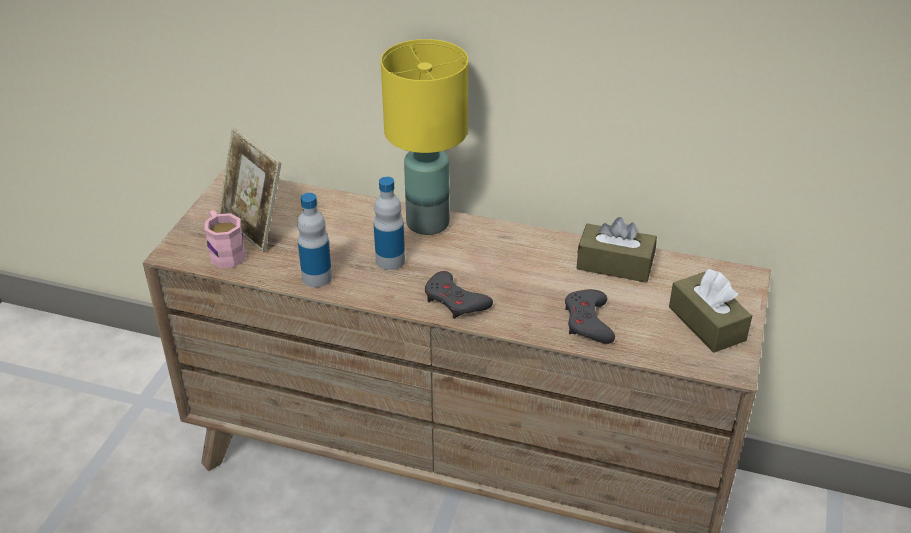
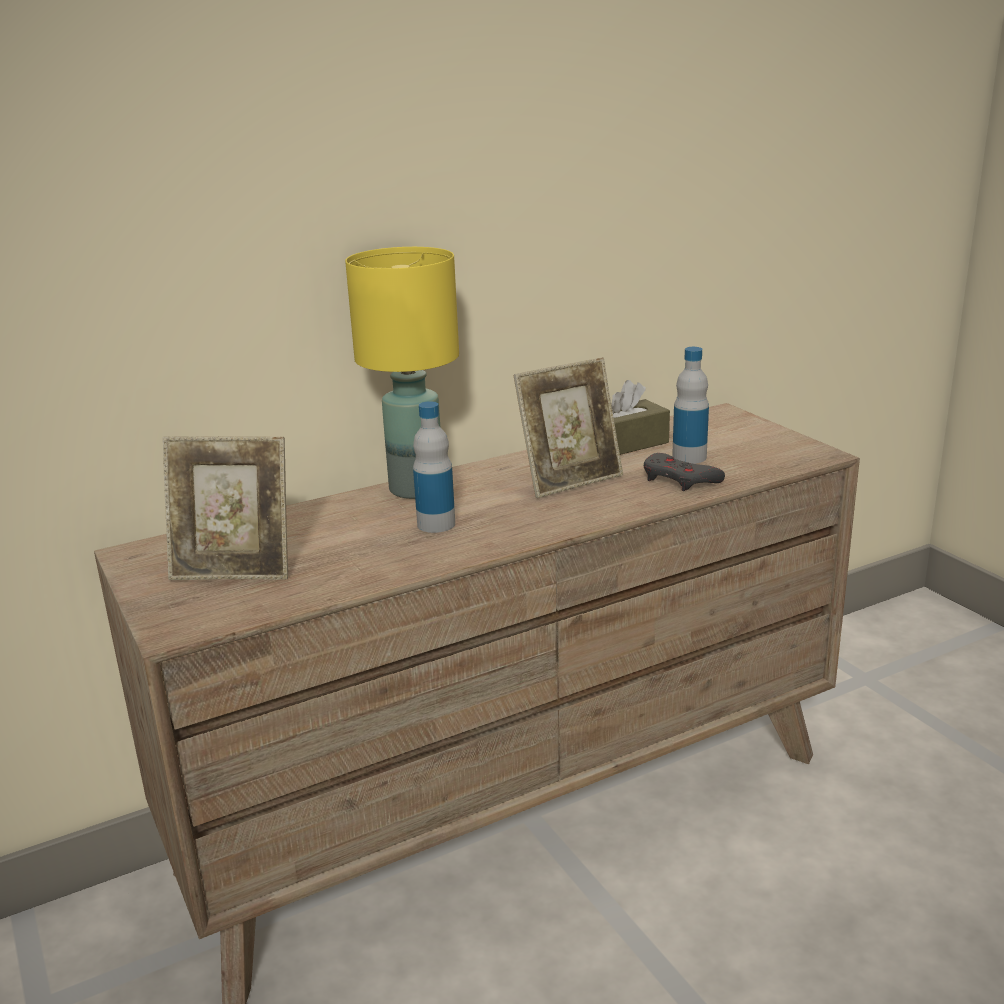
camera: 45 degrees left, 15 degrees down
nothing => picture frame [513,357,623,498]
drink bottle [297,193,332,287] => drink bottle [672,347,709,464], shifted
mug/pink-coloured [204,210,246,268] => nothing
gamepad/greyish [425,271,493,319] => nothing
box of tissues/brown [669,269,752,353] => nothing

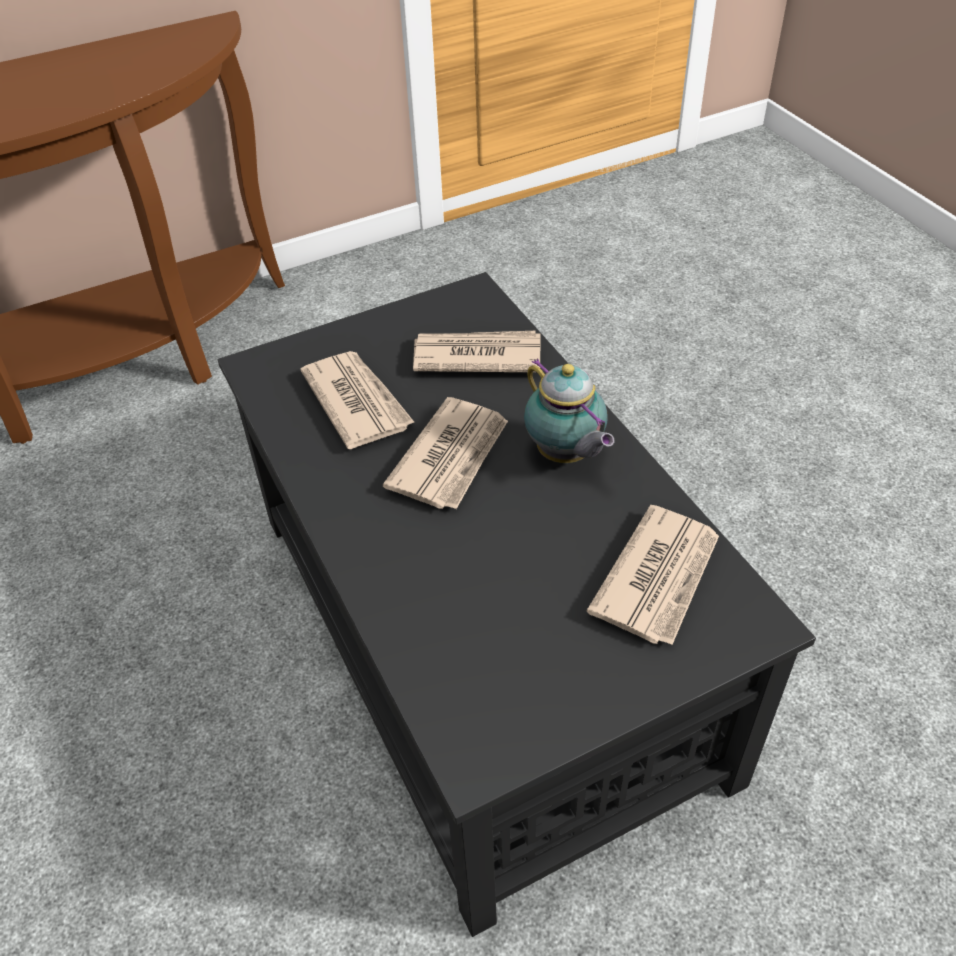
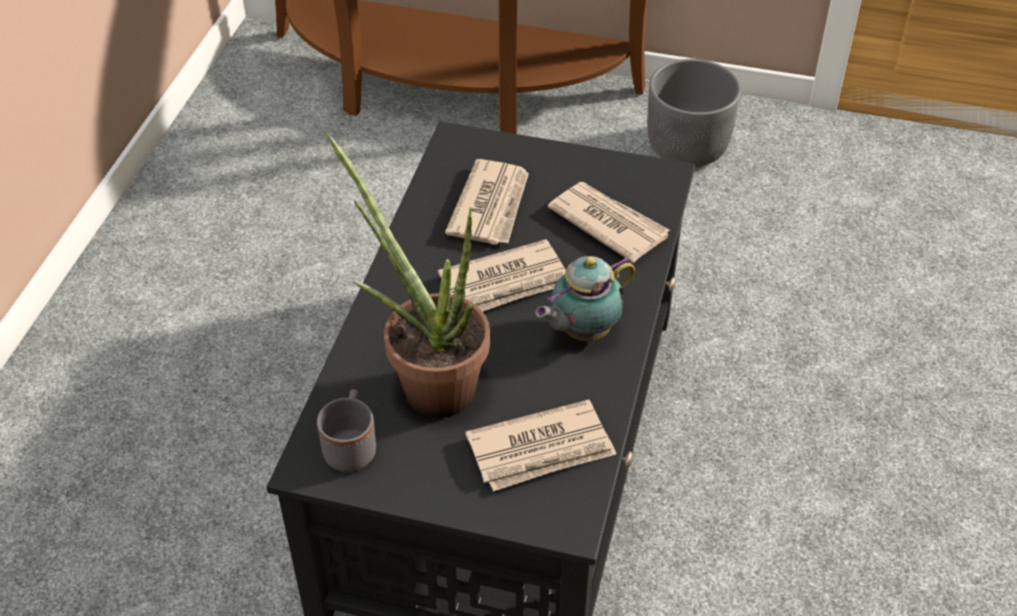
camera: 40 degrees right, 0 degrees up
nothing => mug/greyish [317,389,376,472]
nothing => plant in a pot [325,133,490,418]
pot for tea [524,358,614,463] => pot for tea [535,256,635,341], 45 degrees clockwise
nothing => planter/greyish [647,59,741,167]

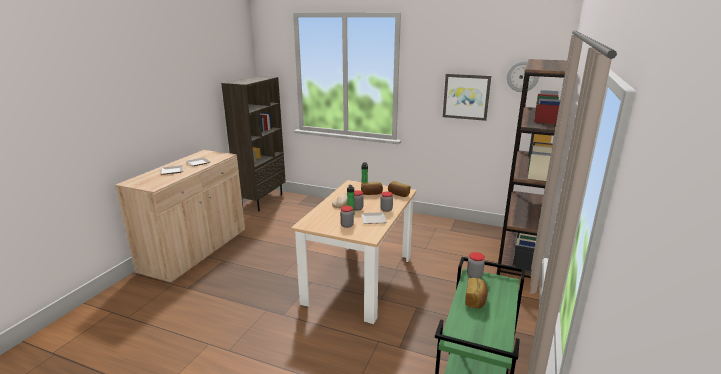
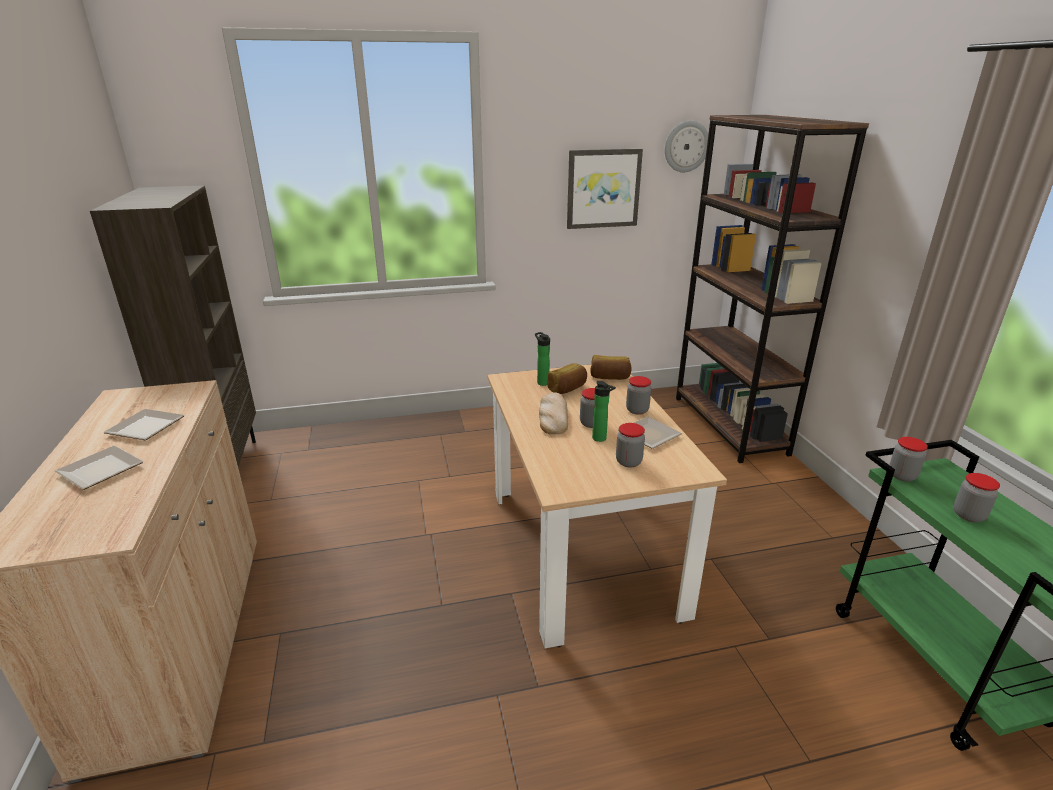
camera: 35 degrees left, 5 degrees up
baked bread [465,278,488,308] => storage jar [954,473,1000,522]

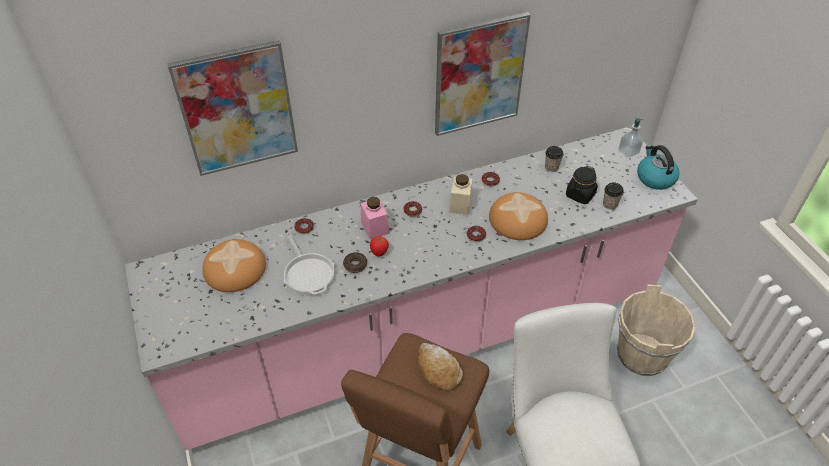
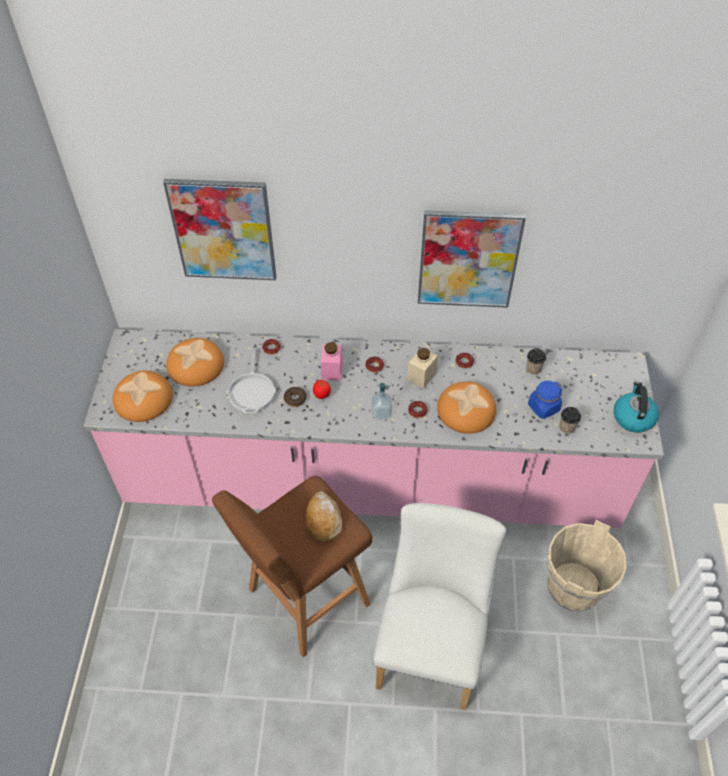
camera: 25 degrees right, 5 degrees up
nothing => baked bread [113,371,173,422]
soap dispenser [619,118,643,157] => soap dispenser [372,383,392,419], shifted
storage jar/black [566,166,598,204] => storage jar/blue-coloured [528,381,562,419]

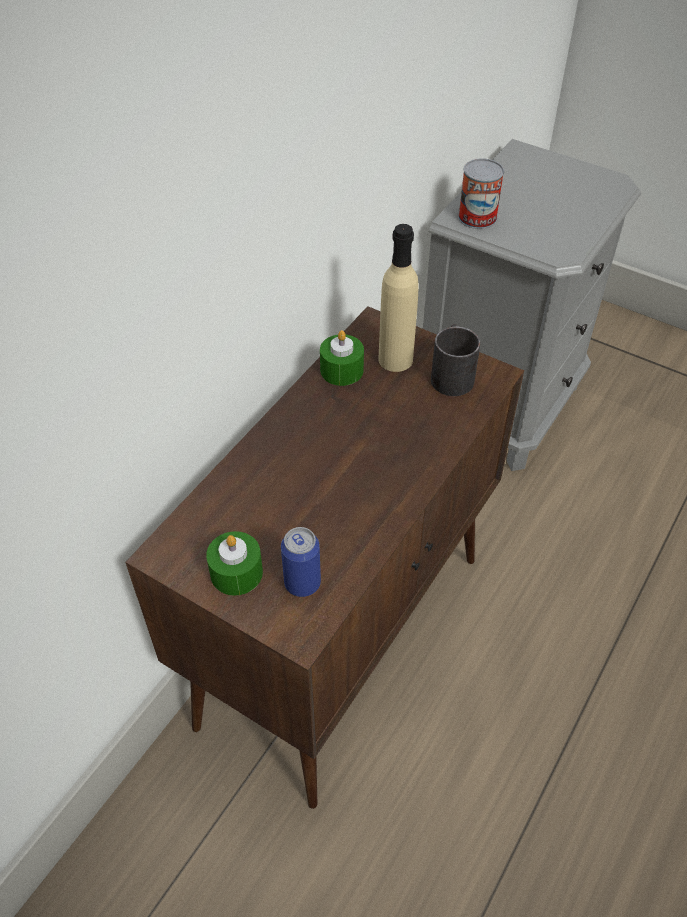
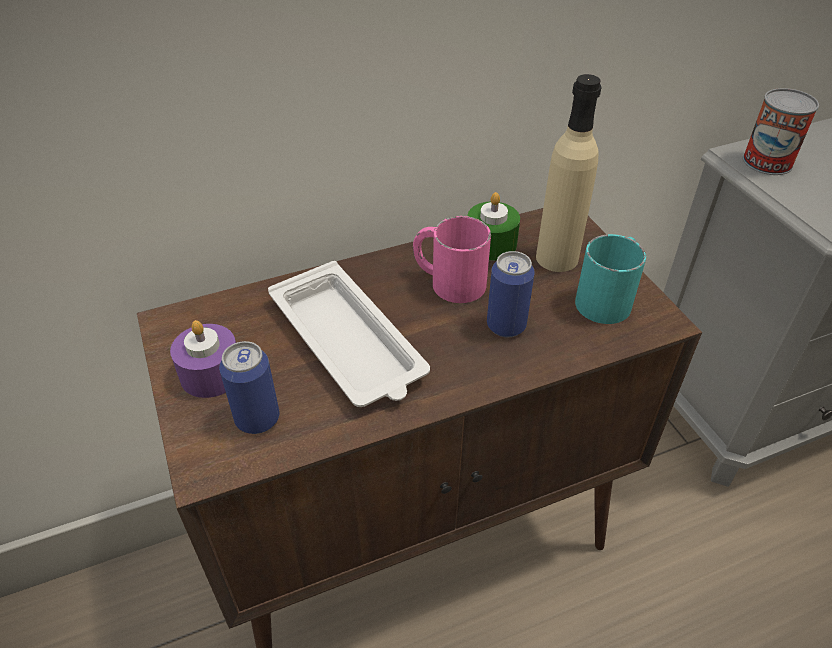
camera: 35 degrees right, 5 degrees down
wax light/green [206,531,263,596] => wax light/purple [170,320,236,398]
nothing => carrying tray/white [268,261,430,407]
nothing => mug/pink-coloured [413,216,491,303]
nothing => metal can [487,251,535,337]
mug/black [431,324,480,396] => mug/blue-green [575,234,646,324]

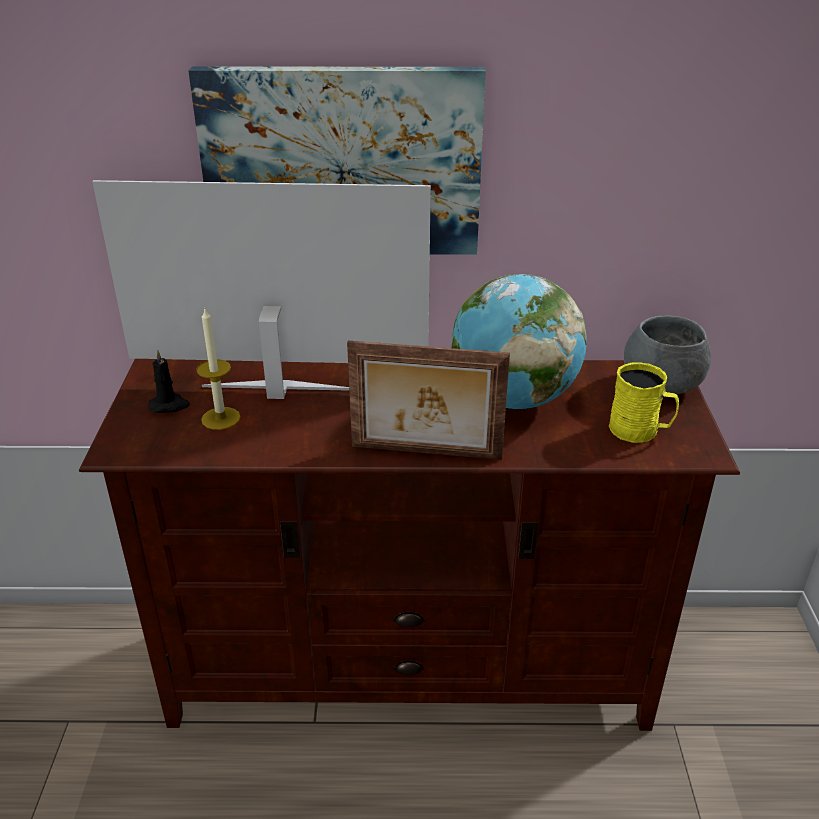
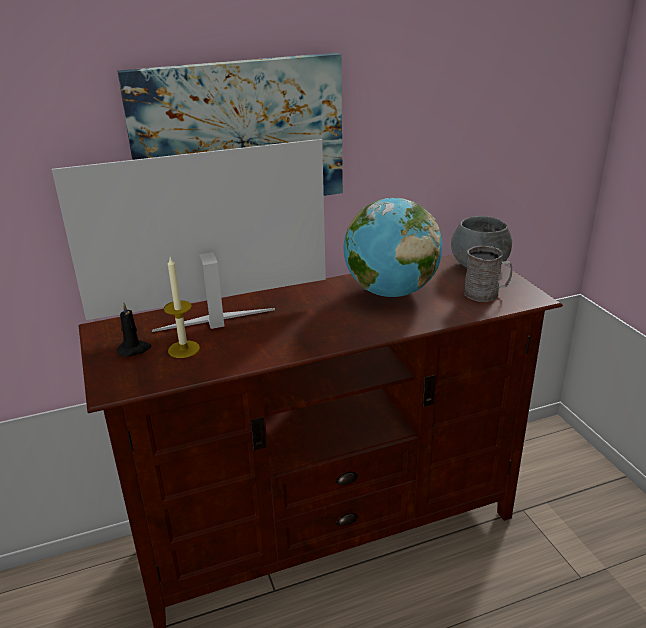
camera: 20 degrees left, 5 degrees down
mug/yellow [609,362,679,443] => mug/greyish [464,246,512,302]
picture frame [347,341,510,460] => nothing

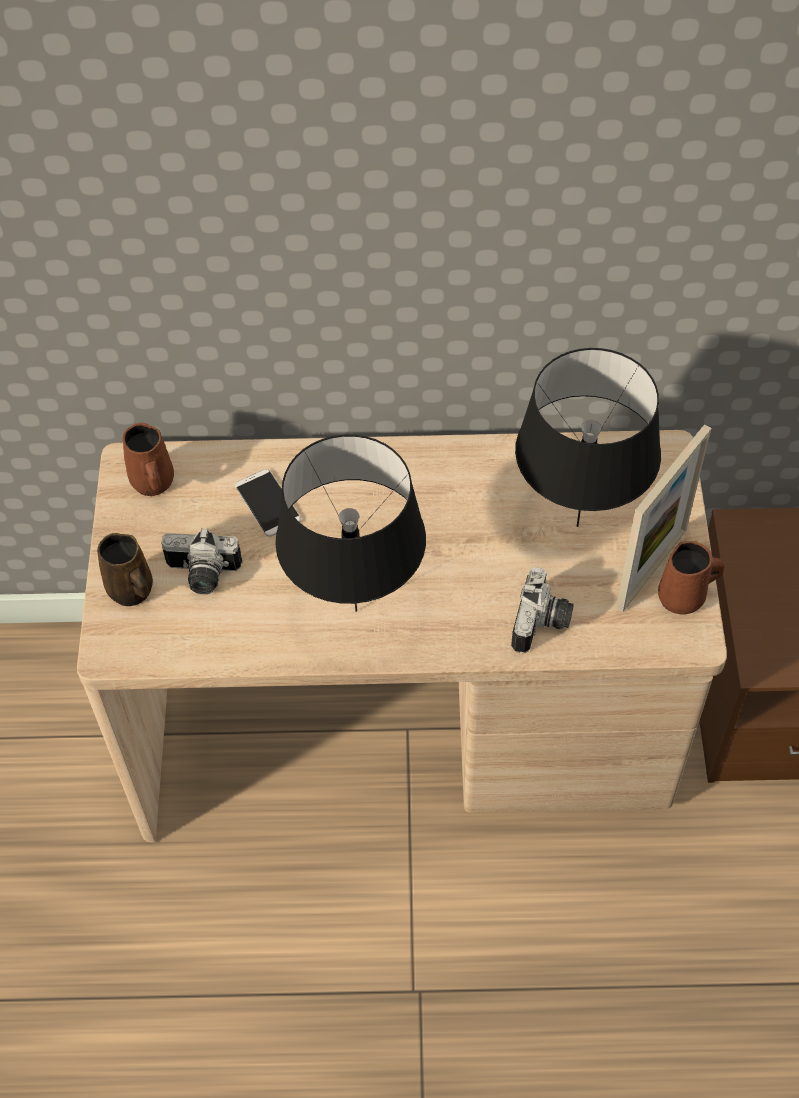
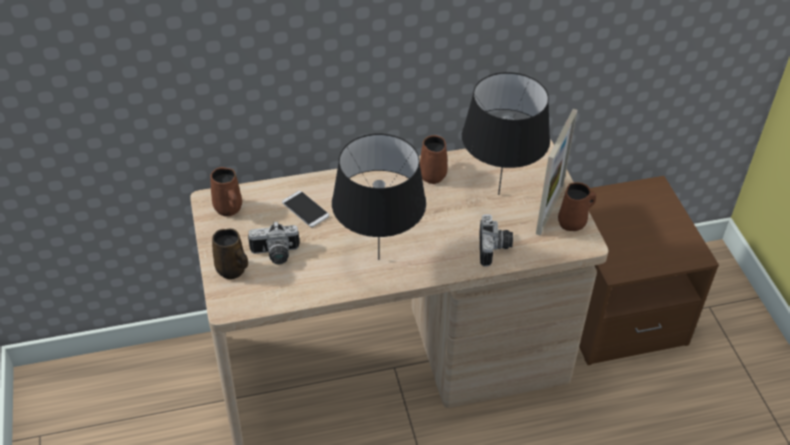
camera: 15 degrees left, 10 degrees down
nothing => mug/brown [420,135,448,184]

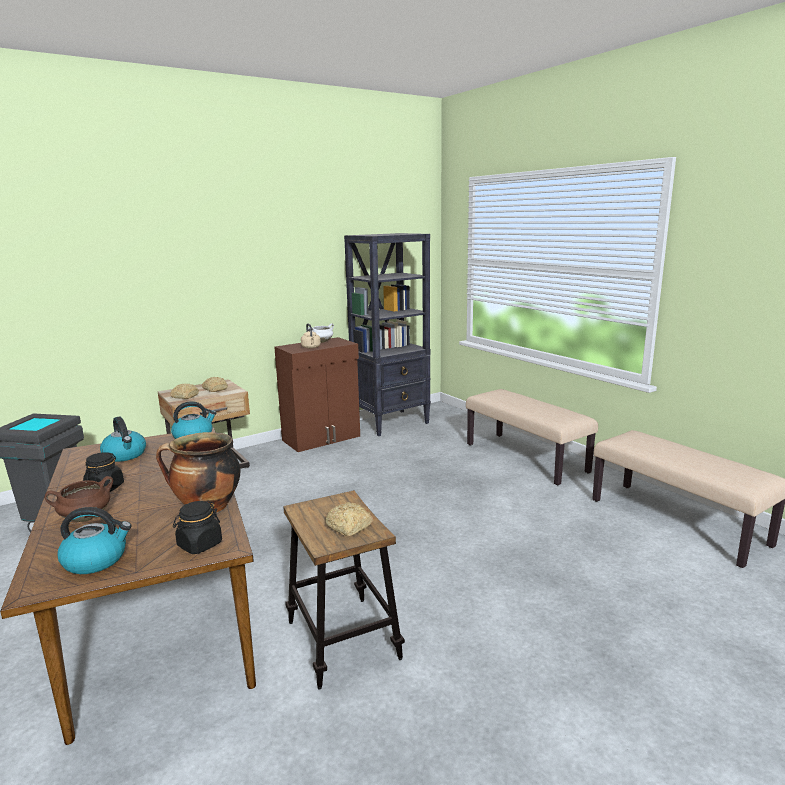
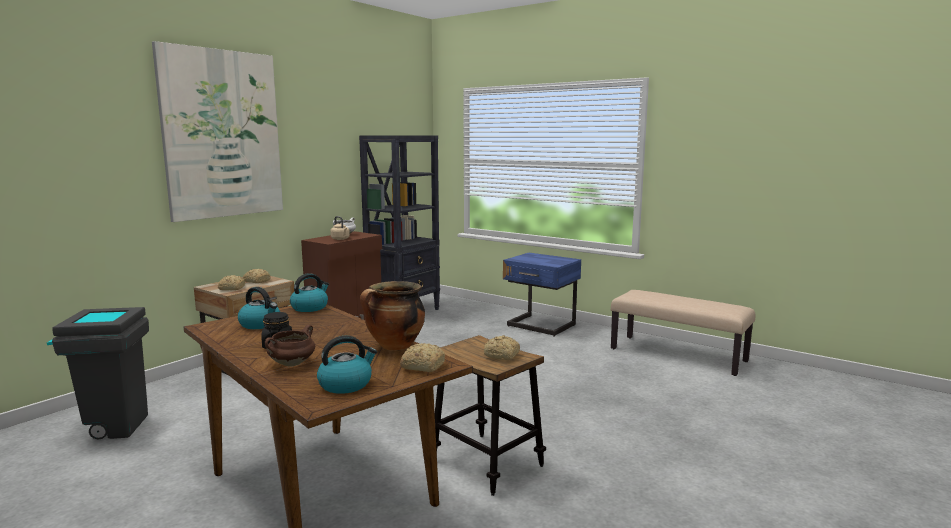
camera: 20 degrees left, 5 degrees down
nothing => wall art [152,41,283,222]
storage jar/black [173,501,222,554] => baked bread [400,343,445,372]
long seat/beige [466,389,598,485] => nightstand/blue-coloured [503,253,581,336]

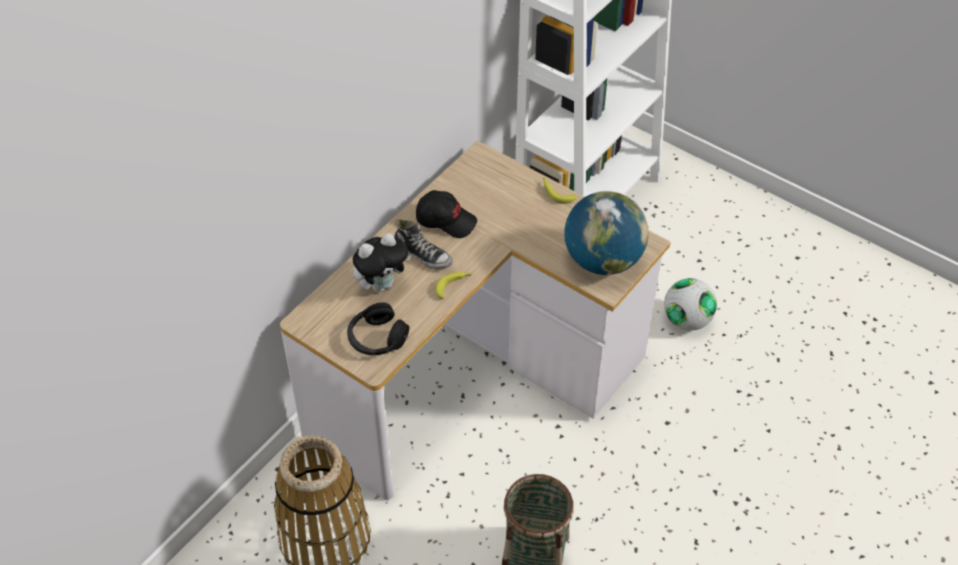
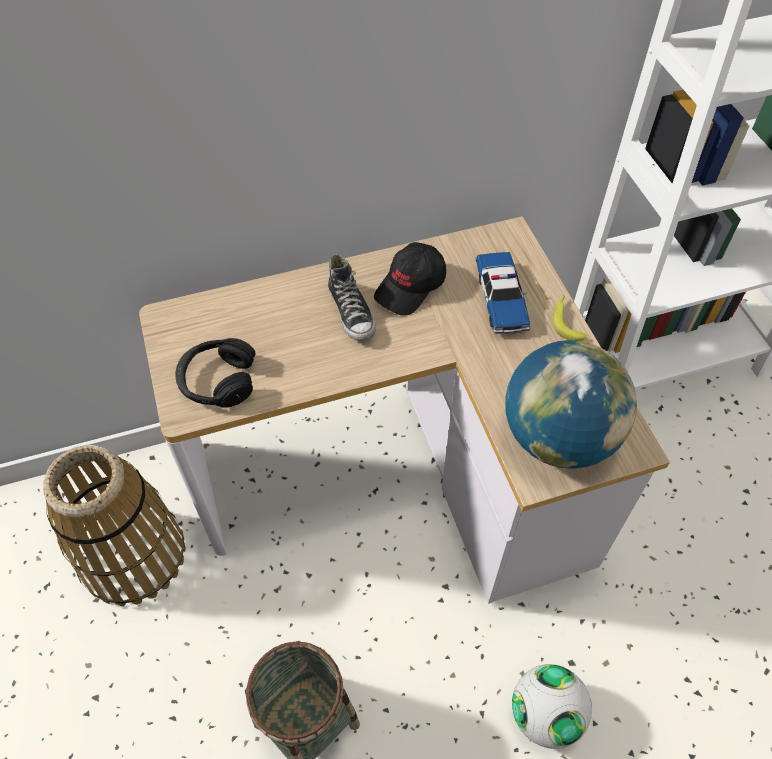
camera: 35 degrees right, 5 degrees up
cap/black [416,190,477,238] => cap/black [374,242,446,316], 75 degrees clockwise
nothing => model car [476,252,530,334]
ball for football [664,278,717,330] => ball for football [512,664,592,749], shifted
cuddly toy [353,233,411,292] => nothing
banana fruit [435,272,472,299] => nothing

